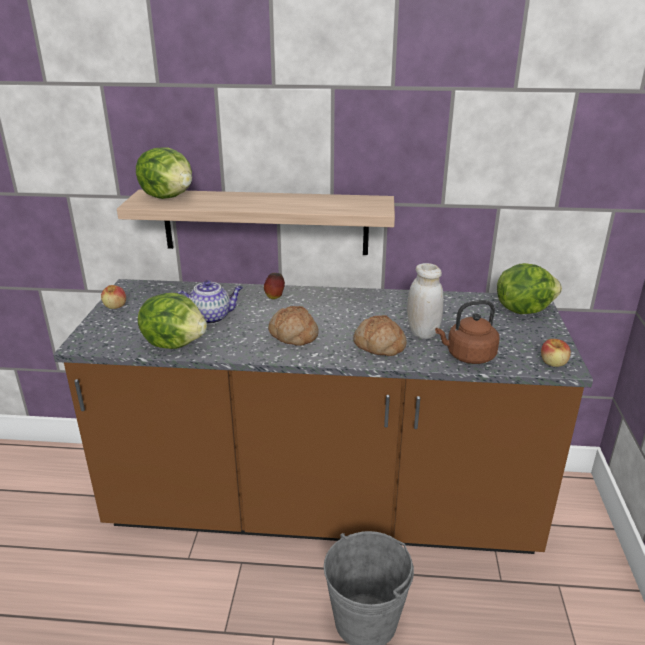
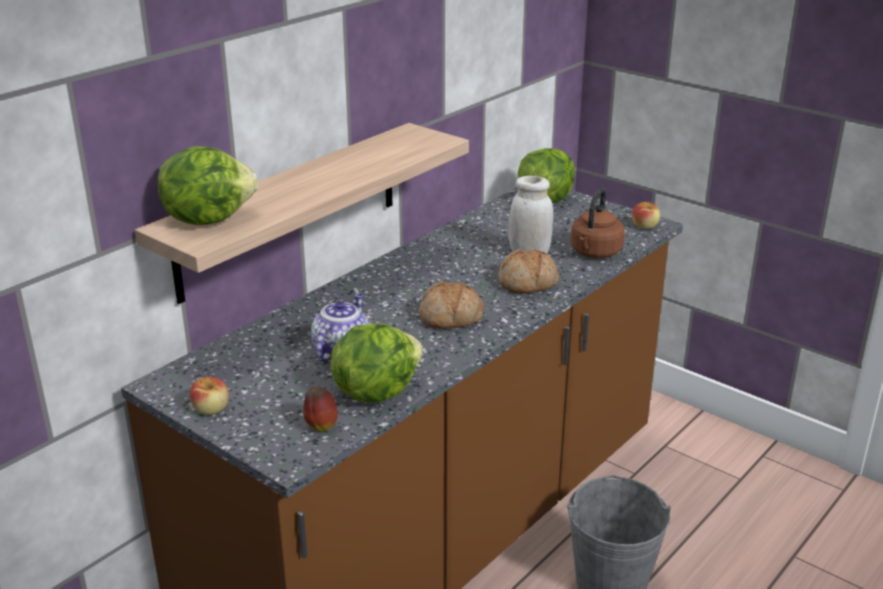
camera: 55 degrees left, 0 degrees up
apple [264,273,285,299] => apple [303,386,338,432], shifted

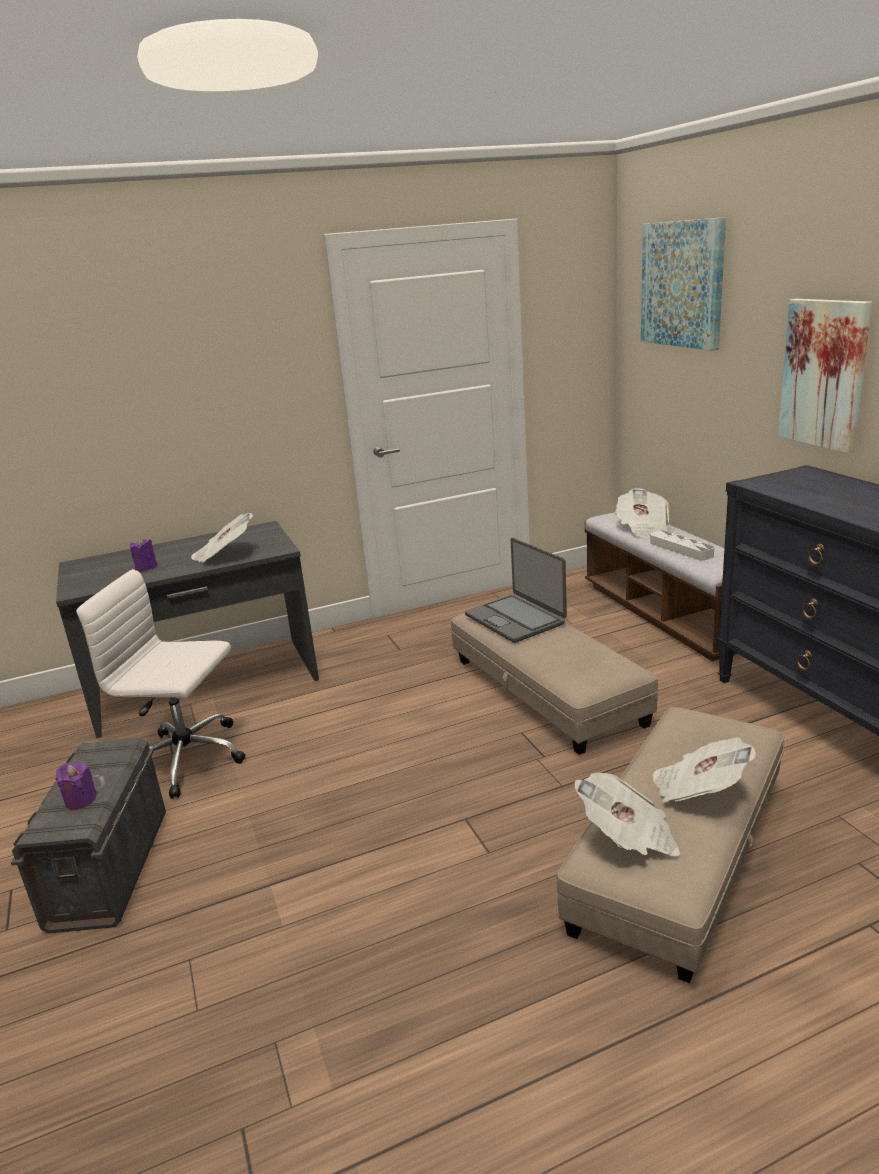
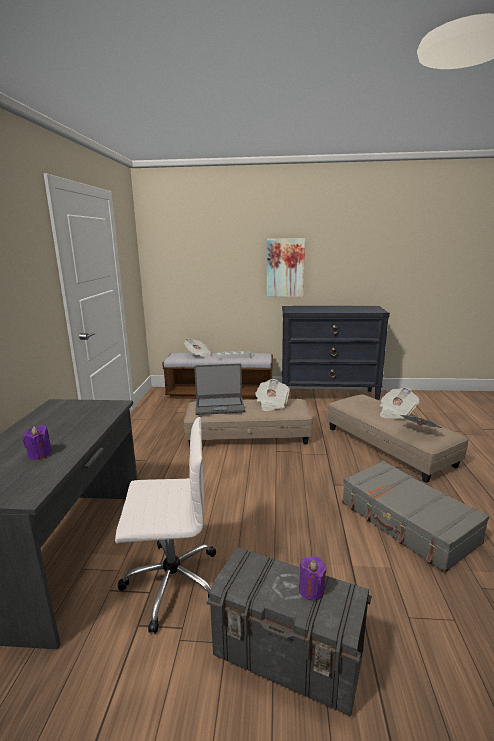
camera: 65 degrees left, 5 degrees down
computer chair/white [76,569,245,799] => computer chair/white [115,417,216,634], 135 degrees counterclockwise
daily paper [191,513,253,563] => daily paper [255,379,290,411], shifted
nothing => piece of luggage/greyish [342,461,489,573]
wall art [641,217,726,351] => nothing

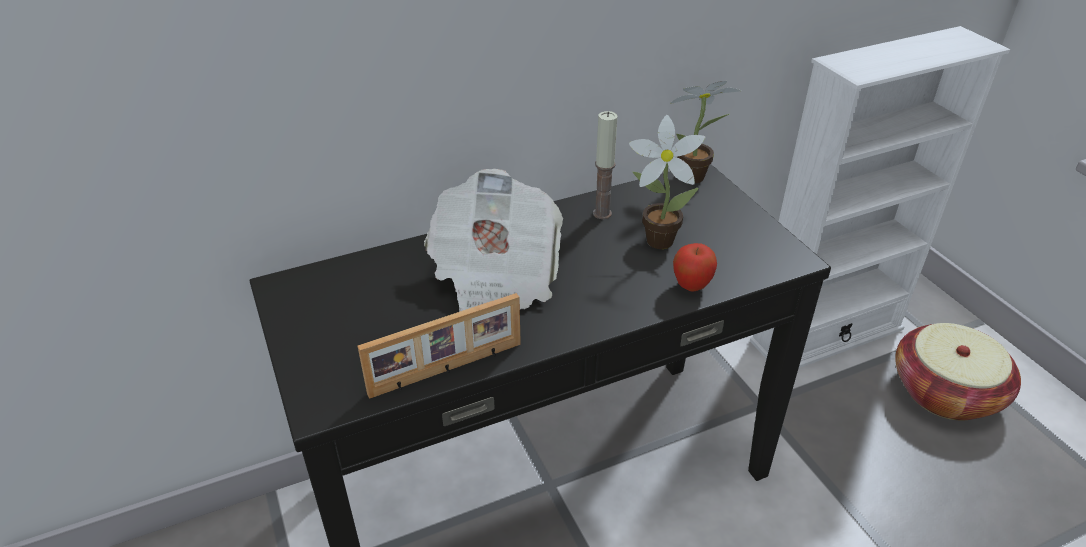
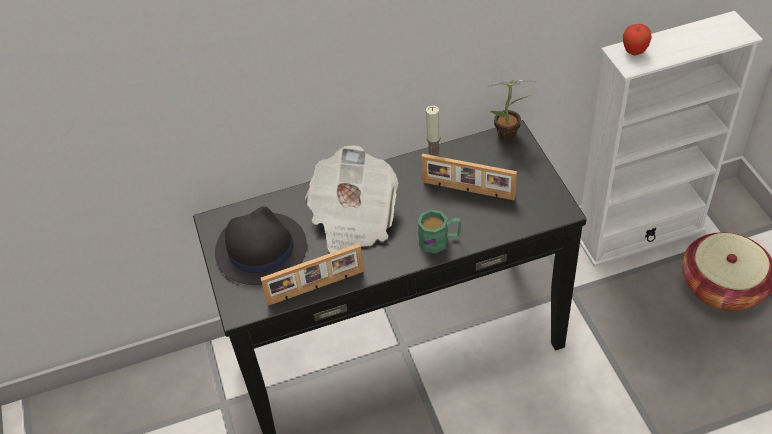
camera: 10 degrees right, 10 degrees up
nothing => clothing hat/black [215,206,307,285]
nothing => mug/green [418,209,461,254]
plant in a pot [629,115,706,249] => picture frame [421,154,517,200]
apple [673,243,717,291] => apple [623,24,652,55], shifted

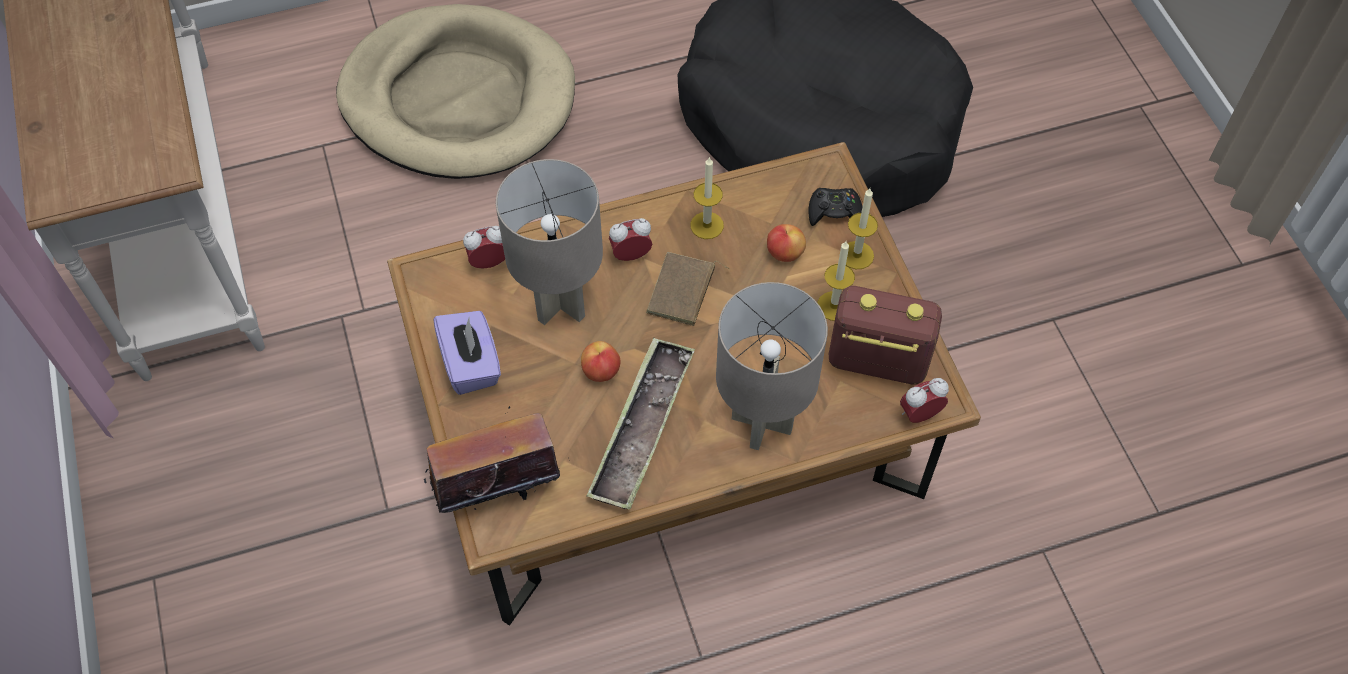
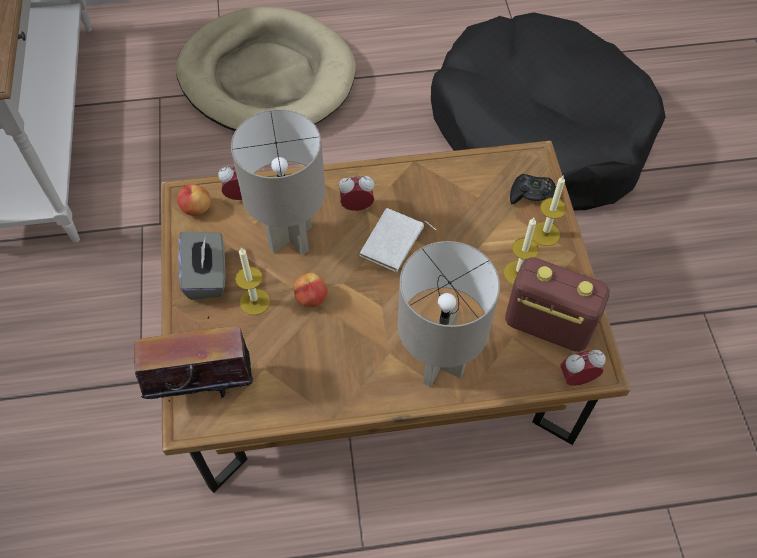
camera: 10 degrees right, 0 degrees up
apple [767,224,806,262] => apple [177,184,211,216], shifted
box of tissues/purple [434,311,501,395] => box of tissues/greyish [178,231,225,300]
wax light [690,157,724,239] => wax light [235,248,270,315], shifted
volume/brown [646,252,730,326] => volume/white [359,208,436,272]
carrying tray [586,338,695,509] => nothing

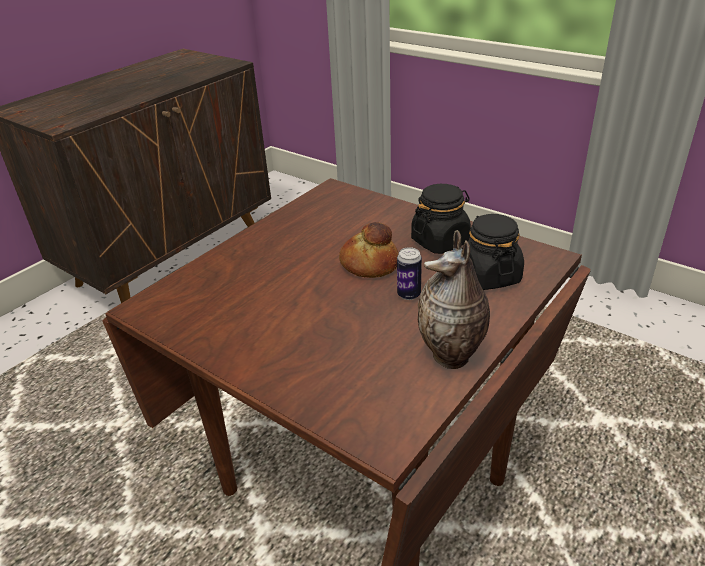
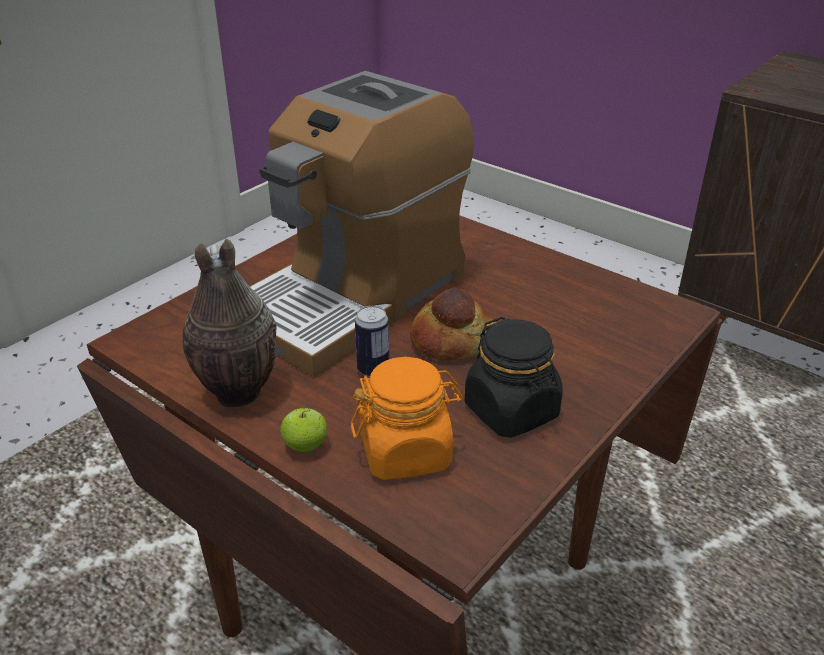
camera: 90 degrees right, 0 degrees up
nothing => coffee machine [250,71,474,378]
nothing => apple [280,408,327,452]
storage jar/black [462,214,524,290] => storage jar/orange-coloured [351,357,463,480]

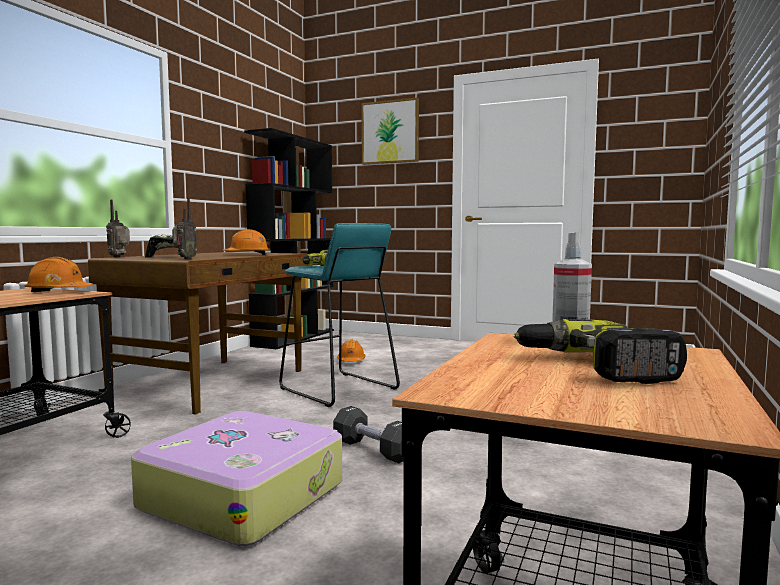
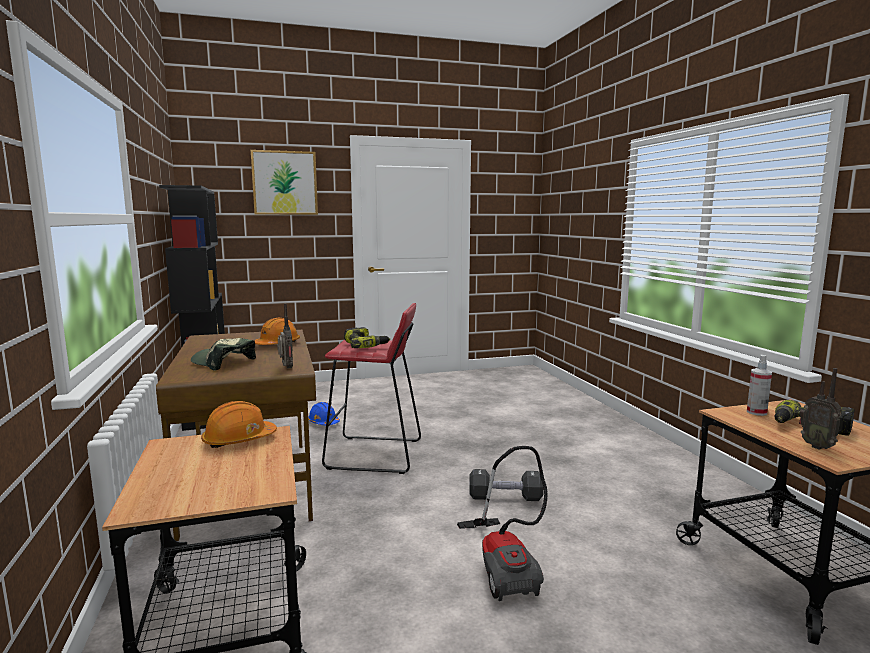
camera: 40 degrees left, 5 degrees up
work helmet/orange-coloured [337,340,366,362] => work helmet/blue-coloured [308,402,340,425]
stool seat/blue-green [279,223,400,407] => stool seat/red [322,303,421,474]
piece of luggage [131,411,342,546] => hoover [457,446,548,601]
radio set [106,200,130,257] => radio set [799,368,842,450], shifted

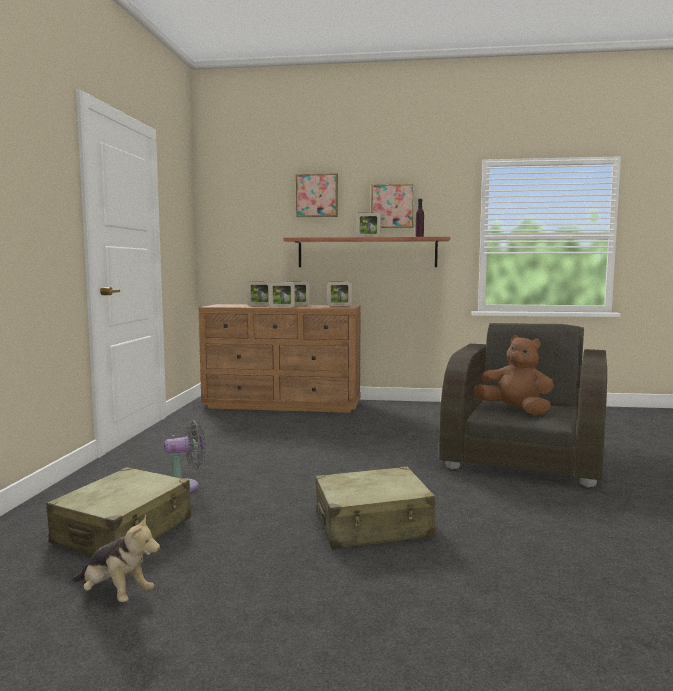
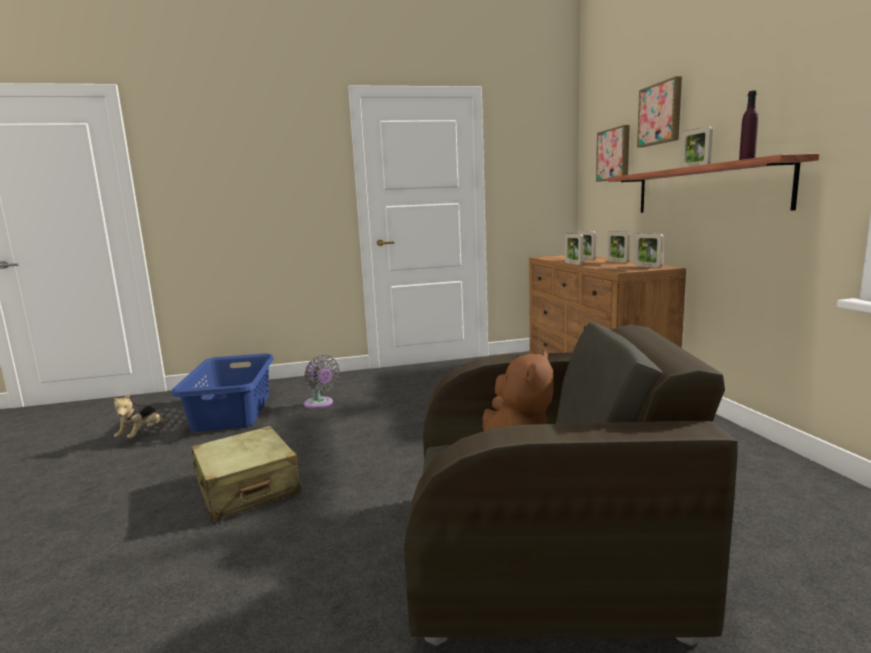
camera: 70 degrees right, 5 degrees up
piece of luggage/beige [46,467,191,556] => laundry basket/blue-coloured [171,353,274,432]
wall art [371,184,414,228] => wall art [596,125,630,182], shifted

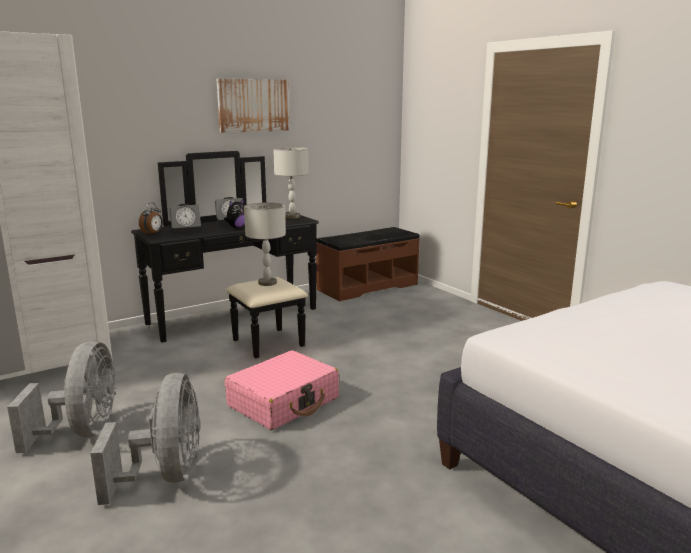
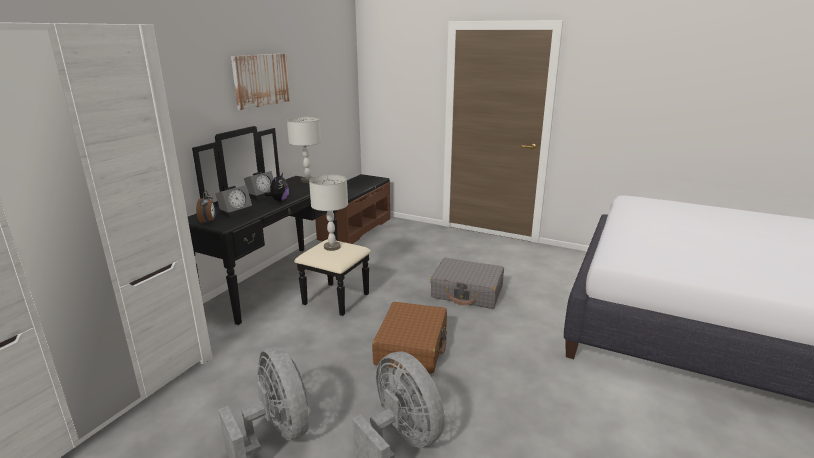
camera: 30 degrees left, 5 degrees up
piece of luggage/pink-coloured [225,350,339,430] => piece of luggage/brown [372,302,447,374]
nothing => piece of luggage/greyish [430,257,504,309]

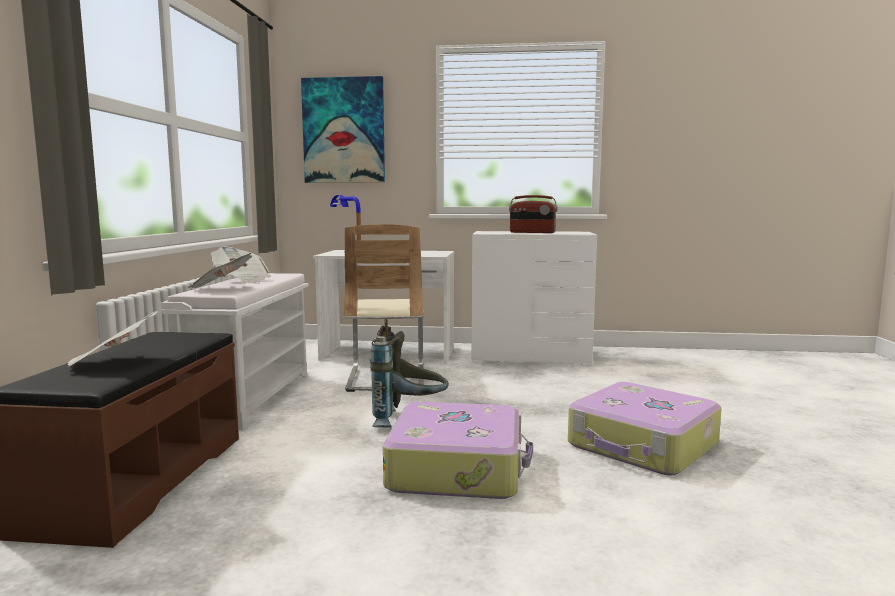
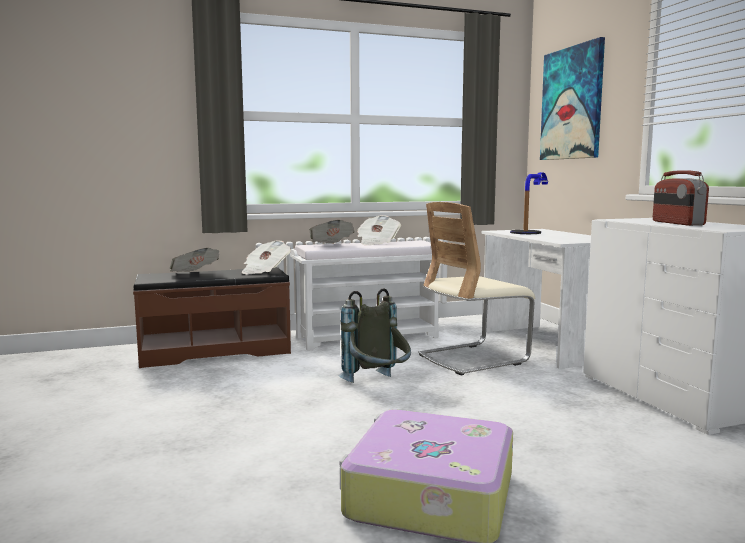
camera: 65 degrees right, 0 degrees up
nothing => daily paper [241,240,291,275]
piece of luggage [383,402,533,499] => nothing

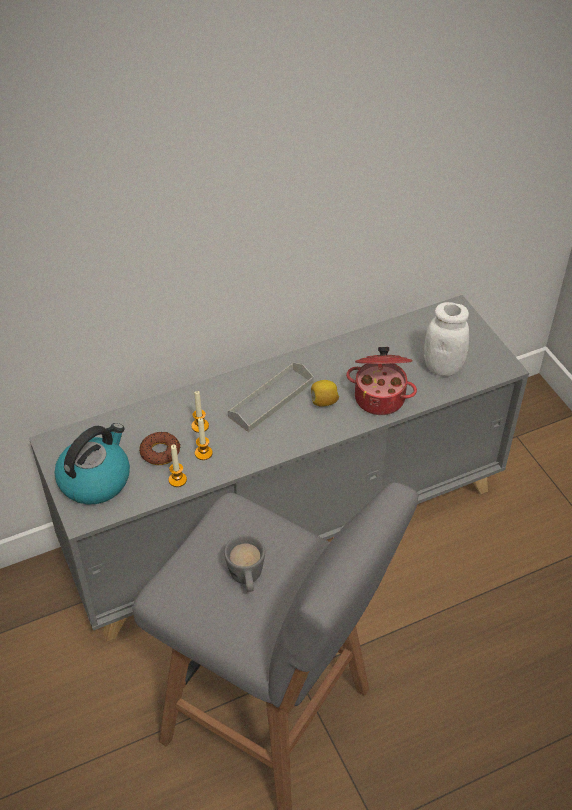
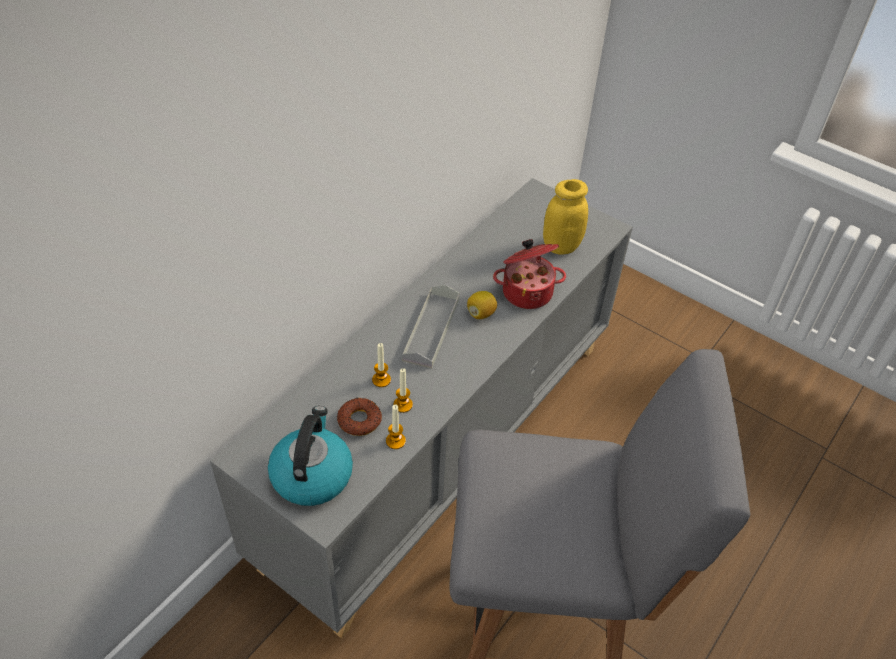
camera: 30 degrees left, 0 degrees up
storage jar/white [424,302,469,377] => storage jar/yellow [543,179,588,255]
mug/greyish [224,534,265,592] => nothing

